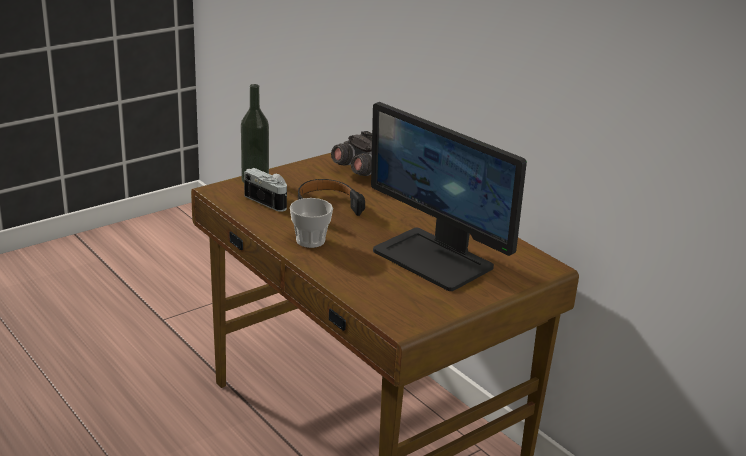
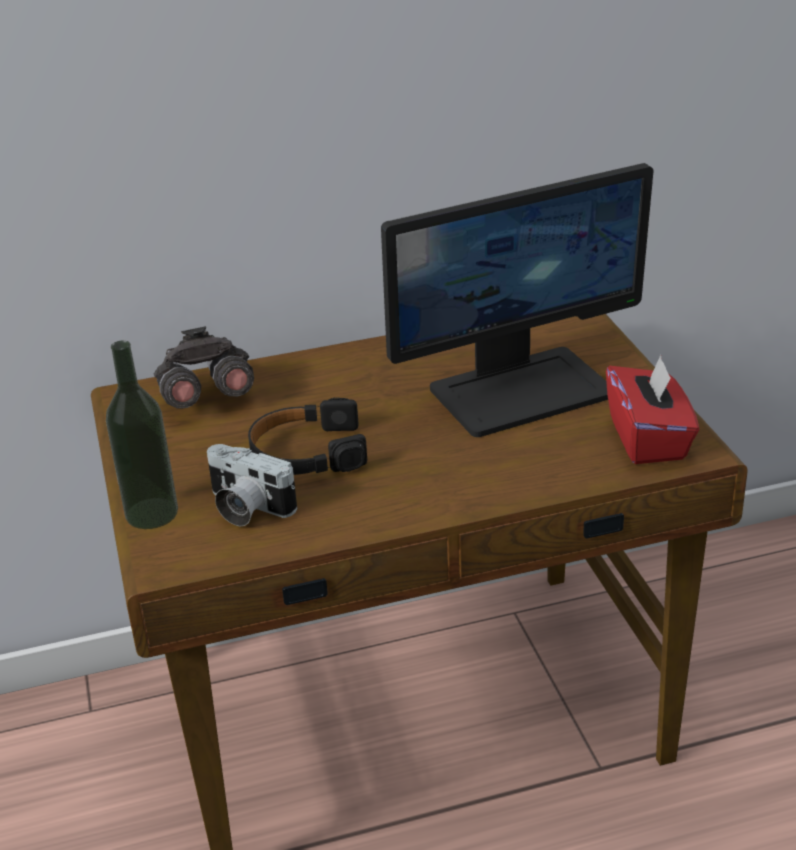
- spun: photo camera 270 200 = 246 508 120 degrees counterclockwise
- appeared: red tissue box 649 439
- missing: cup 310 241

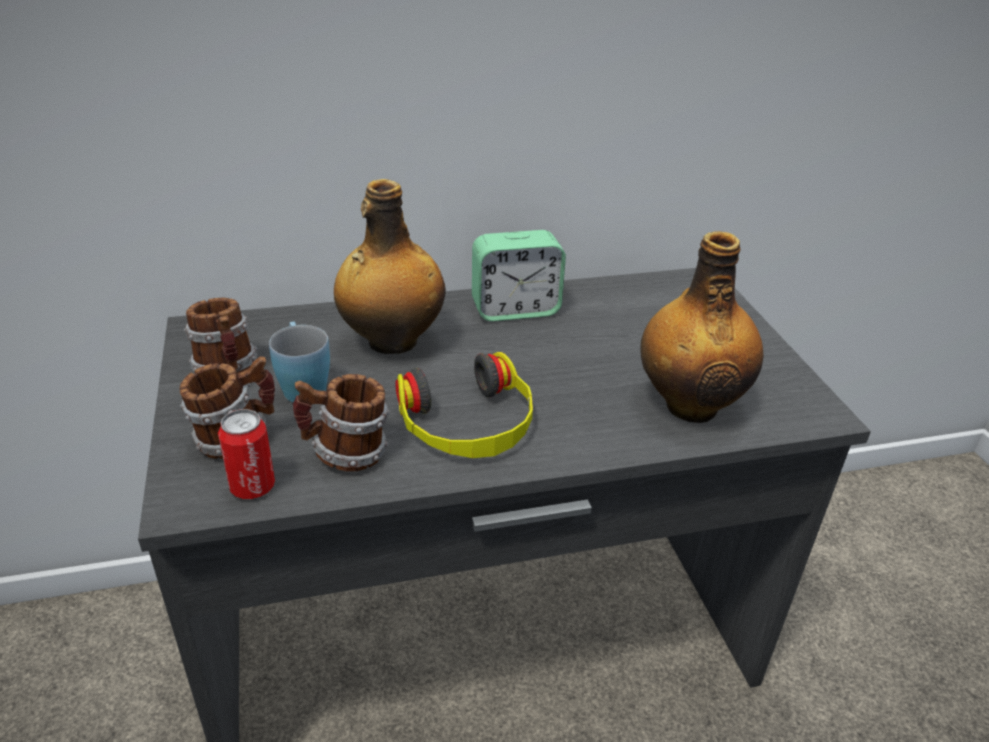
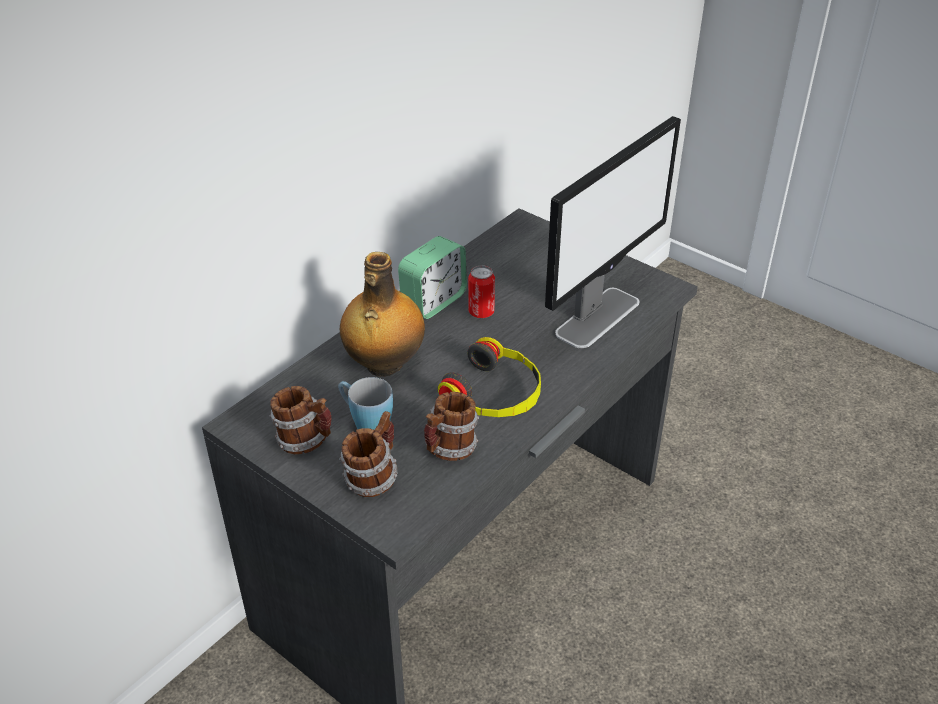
- relocated: can 252 487 to 481 312
- exchanged: bottle 690 404 to monitor 598 317

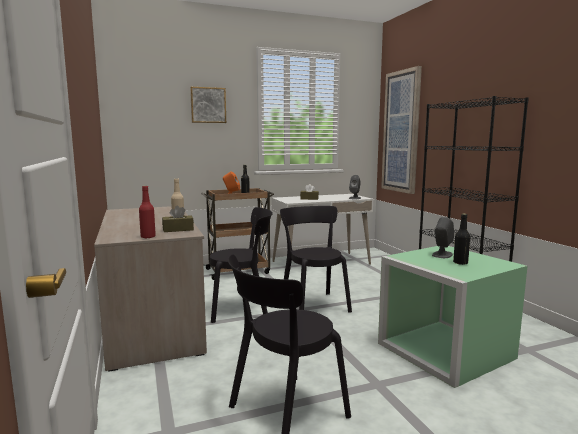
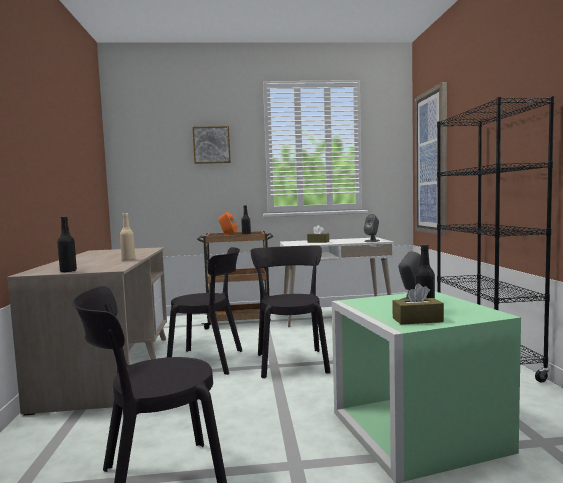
- colour: red bottle 148 237 to black bottle 68 271
- relocated: brown tissue box 178 229 to 417 320

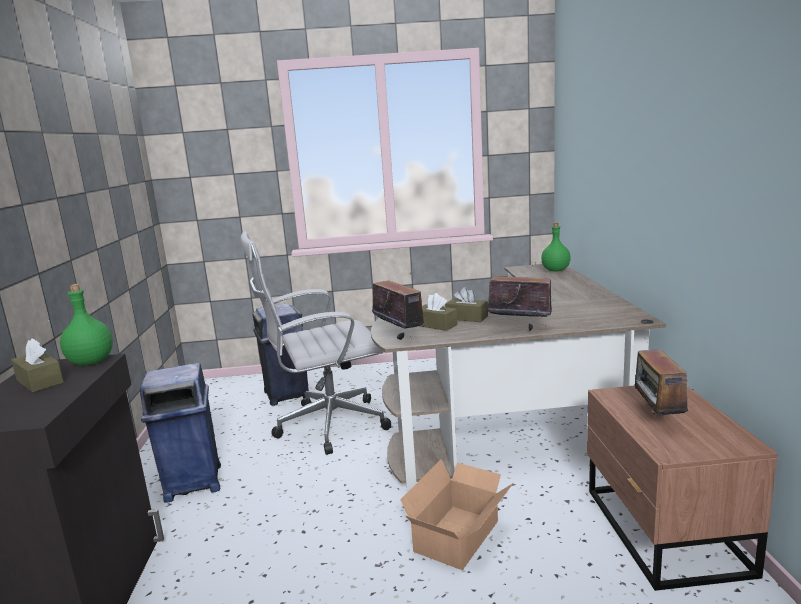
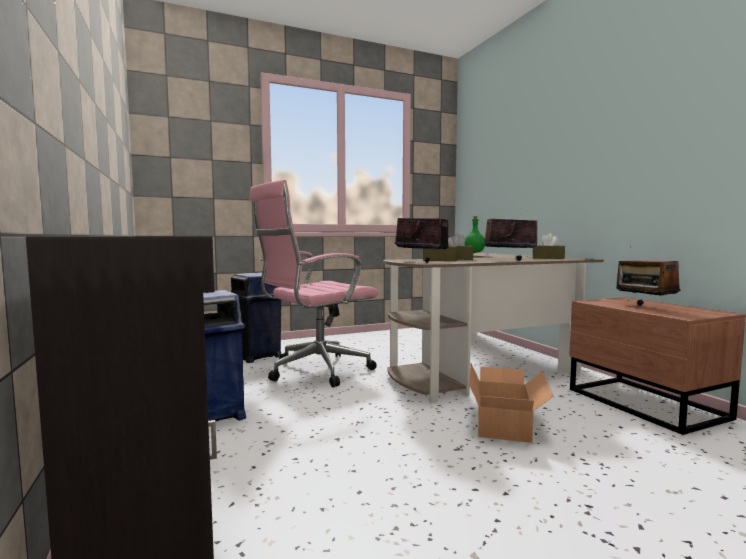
- colour: white office chair 326 426 to pink office chair 315 371
- relocated: brown tissue box 40 381 to 548 258
- missing: green bottle 92 362

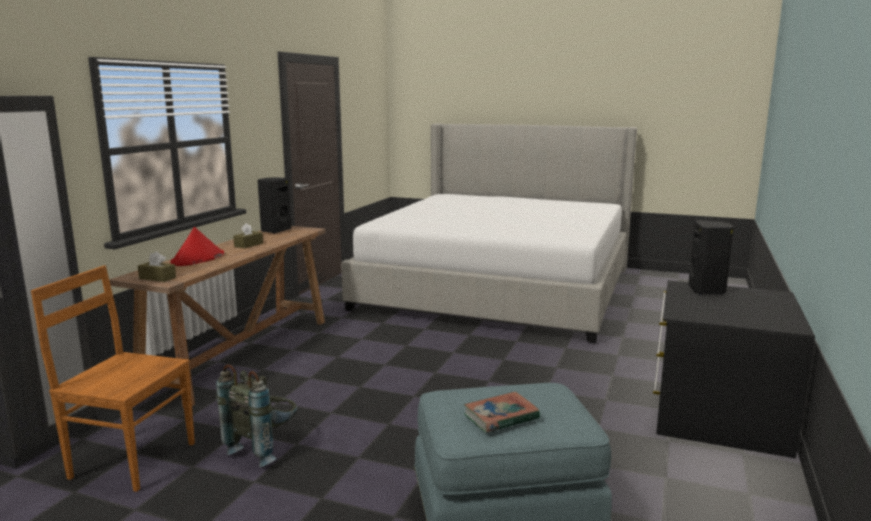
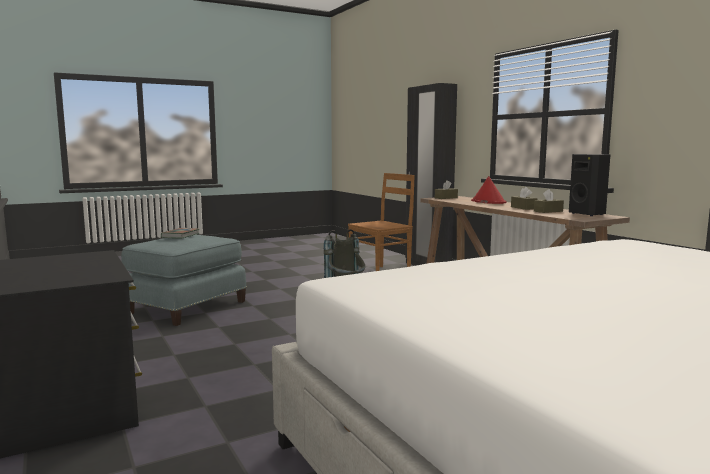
- appeared: brown tissue box 548 211
- missing: black speaker 707 290

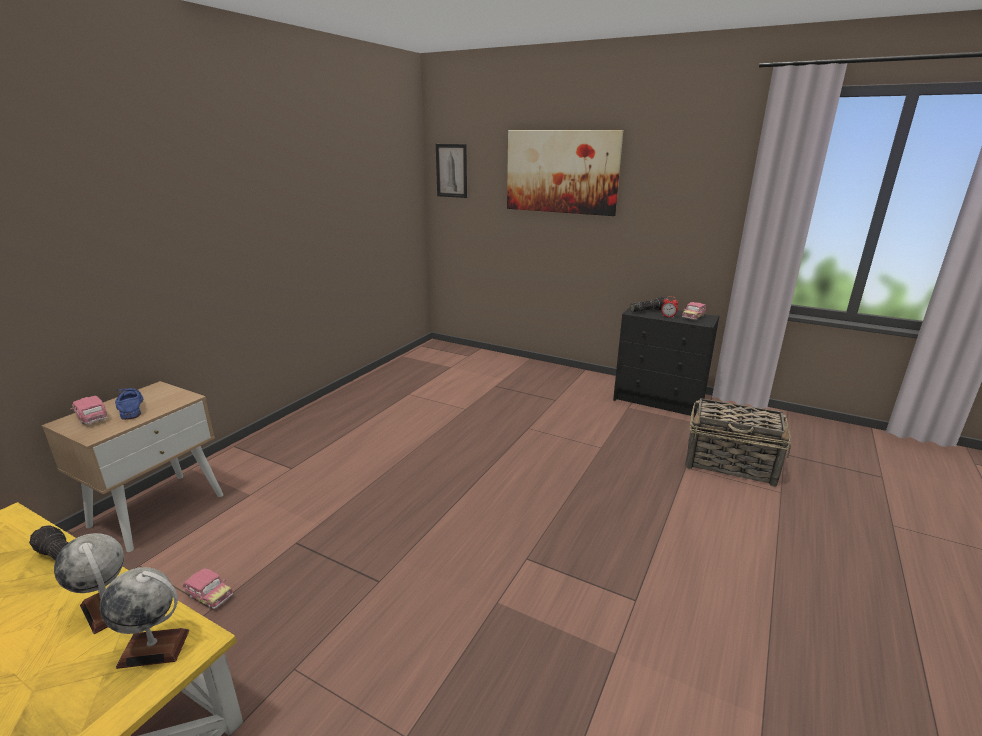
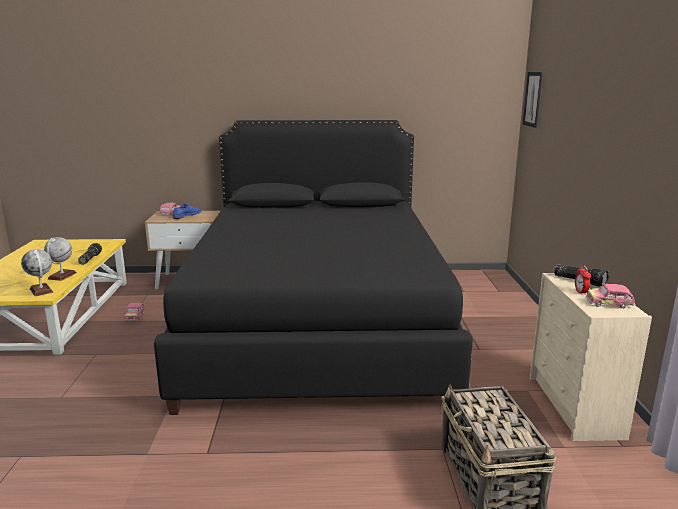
- appeared: black bed 317 325
- colour: black dresser 659 401 to beige dresser 575 407
- missing: picture 561 172

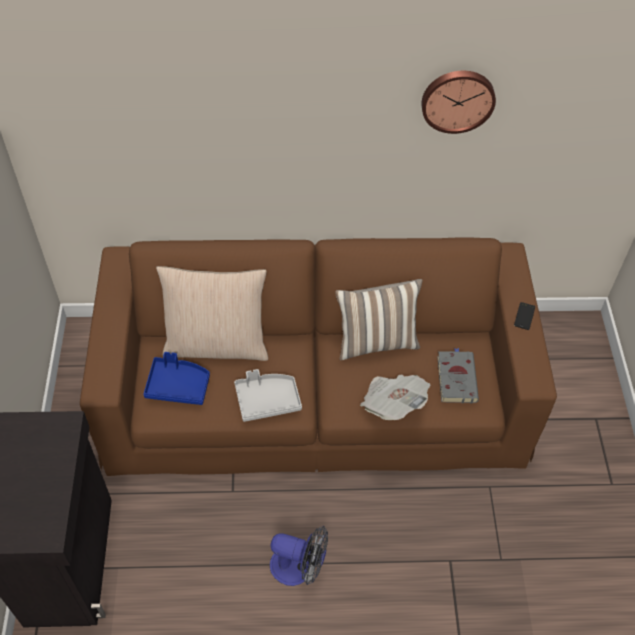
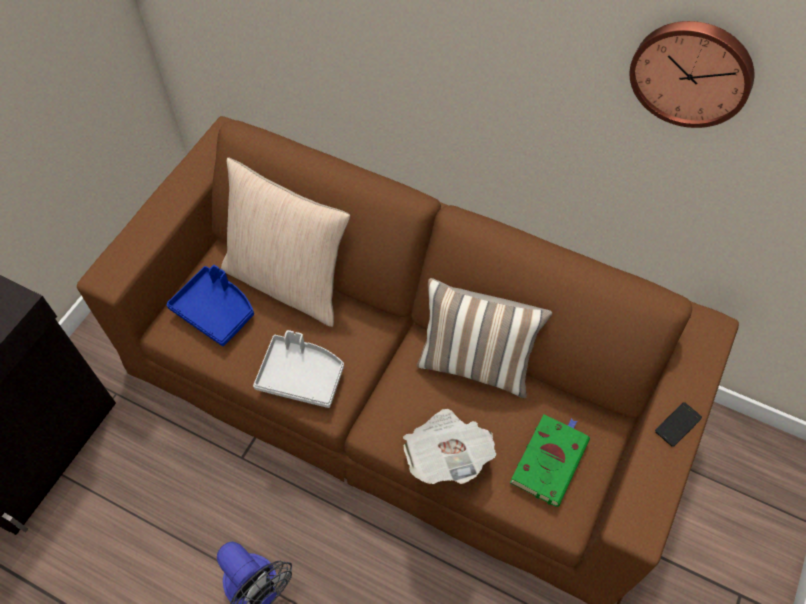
- colour: grey book 456 377 to green book 549 459

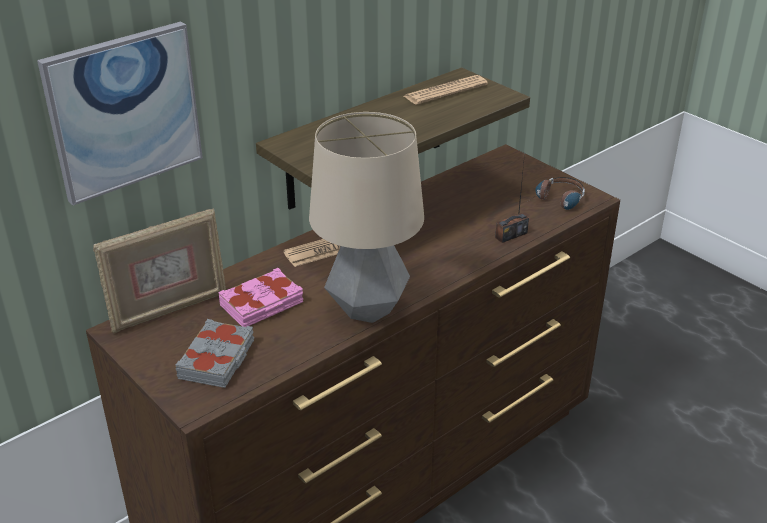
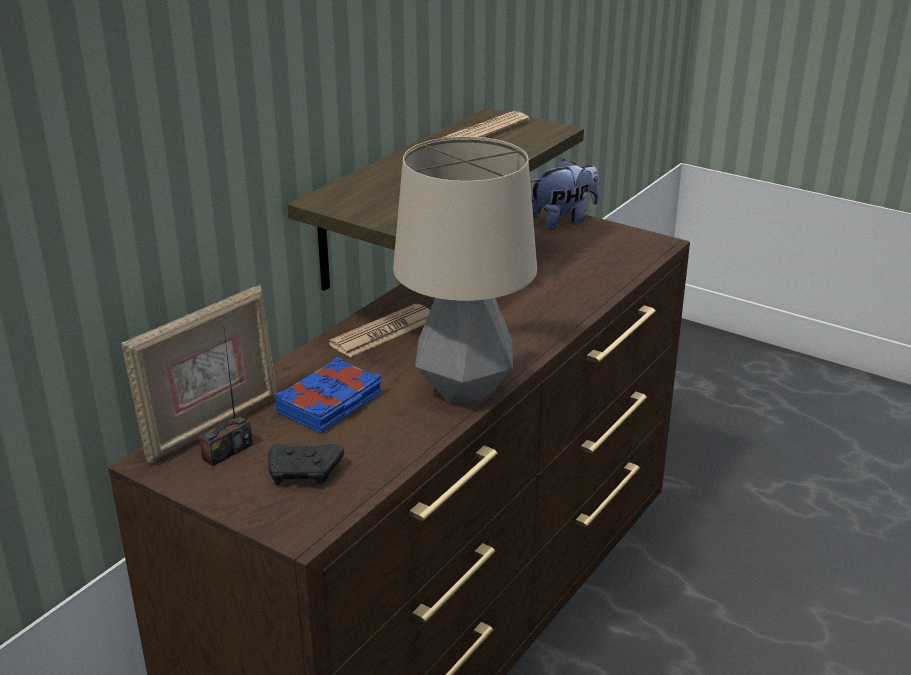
- relocated: radio 511 235 to 227 452
- exchanged: grey book 218 359 to black game controller 305 473
- colour: pink book 262 304 to blue book 331 403
- appeared: plush toy 563 220
- missing: picture 124 111
- missing: headphones 556 202

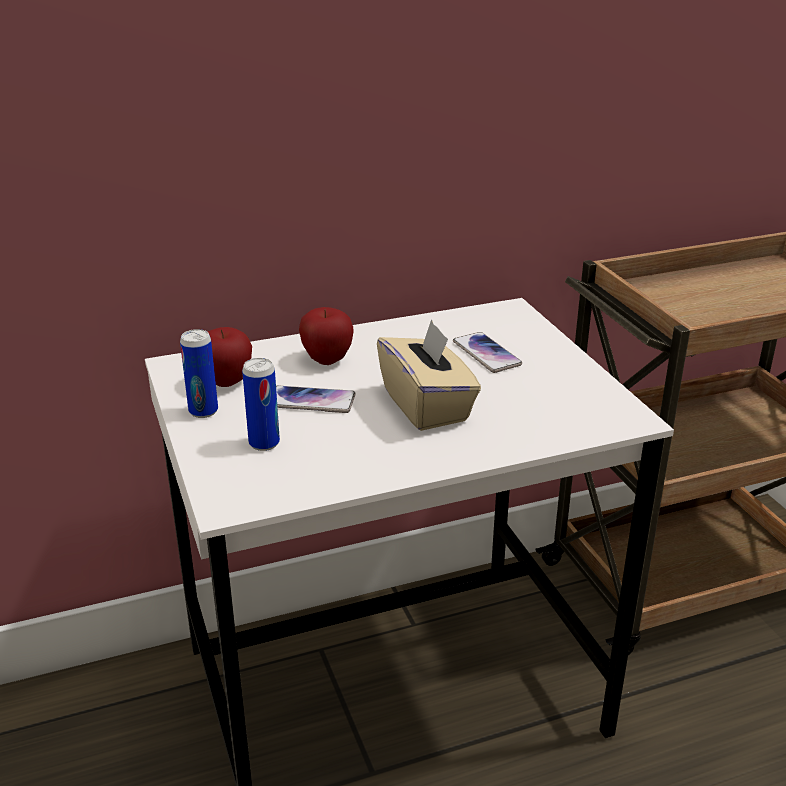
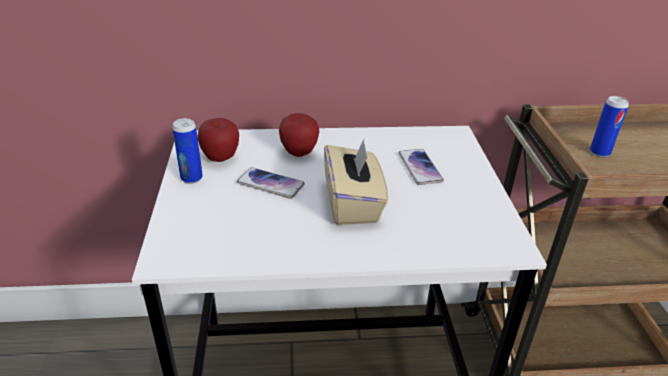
- relocated: can 264 443 to 599 152

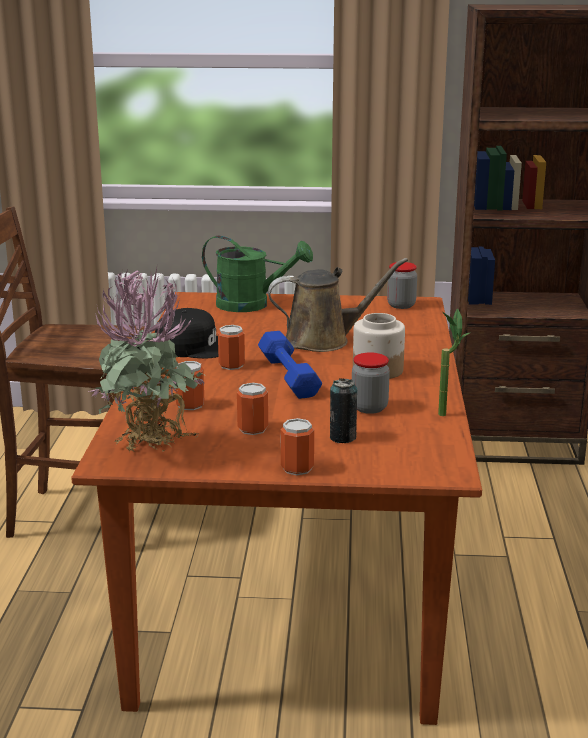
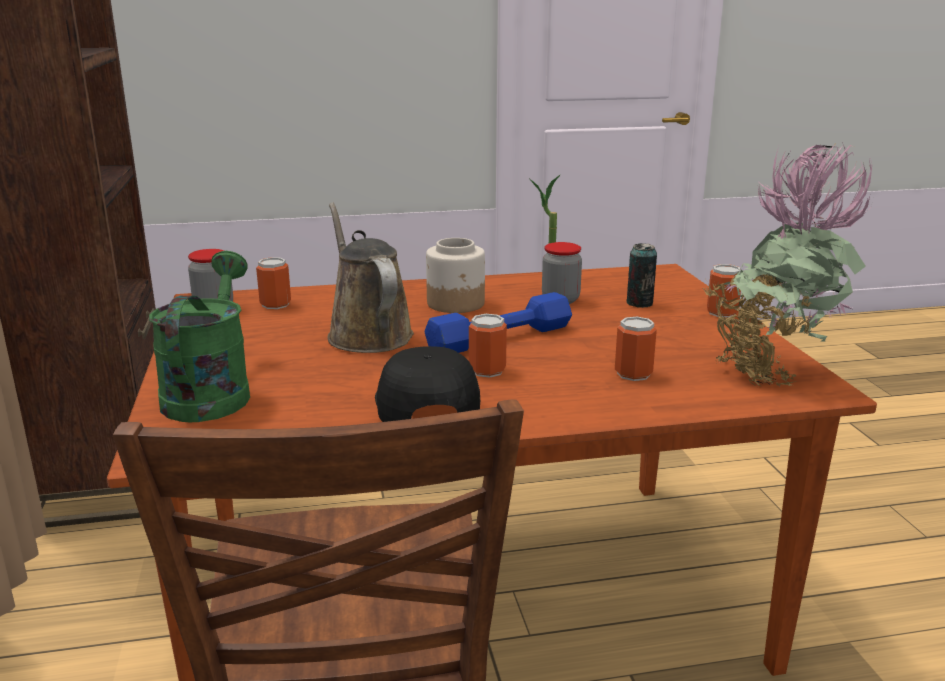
- relocated: can 252 429 to 275 304

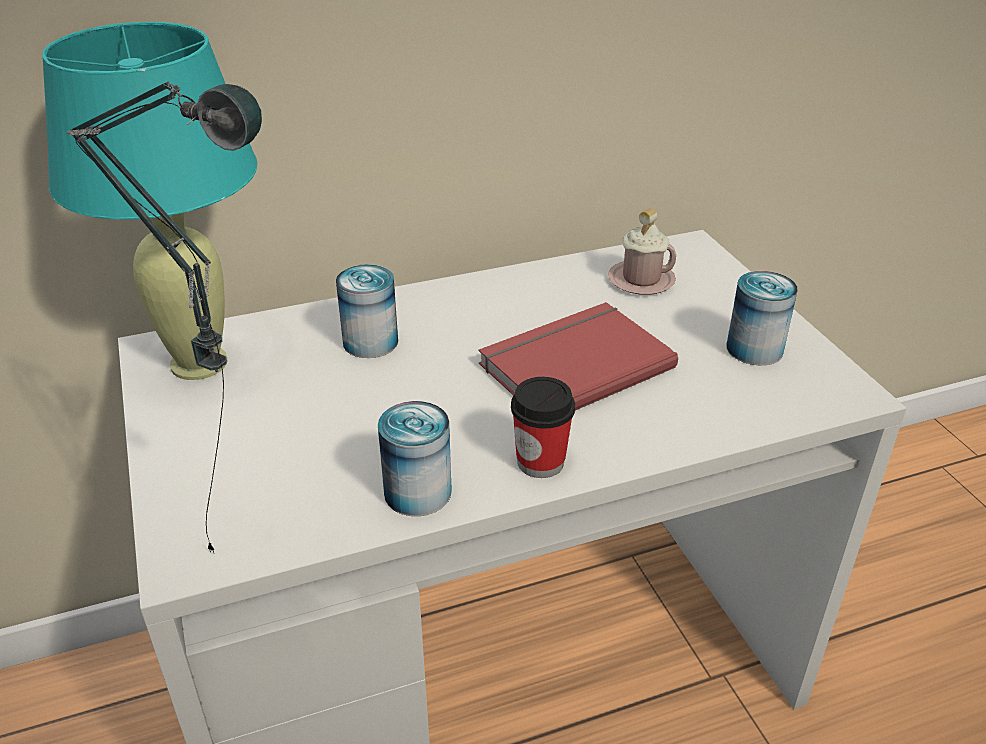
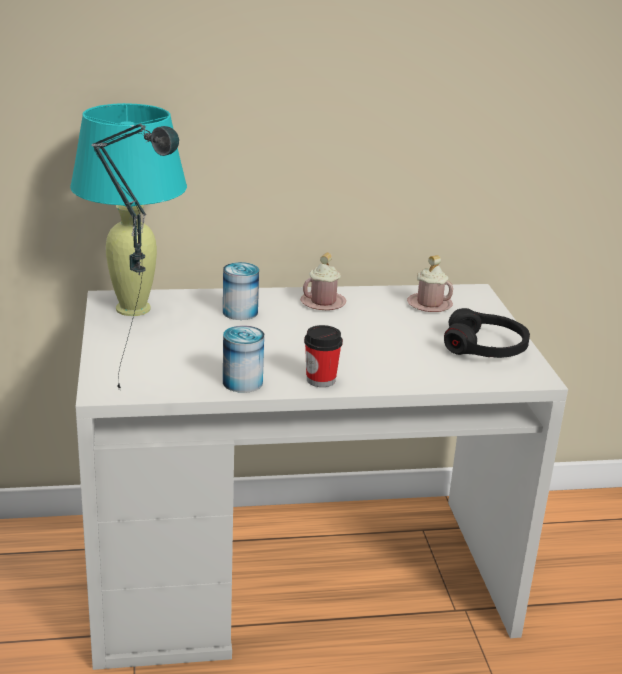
- appeared: pink mug 323 303
- exchanged: can 754 349 to black headphones 485 348
- missing: red book 572 364

